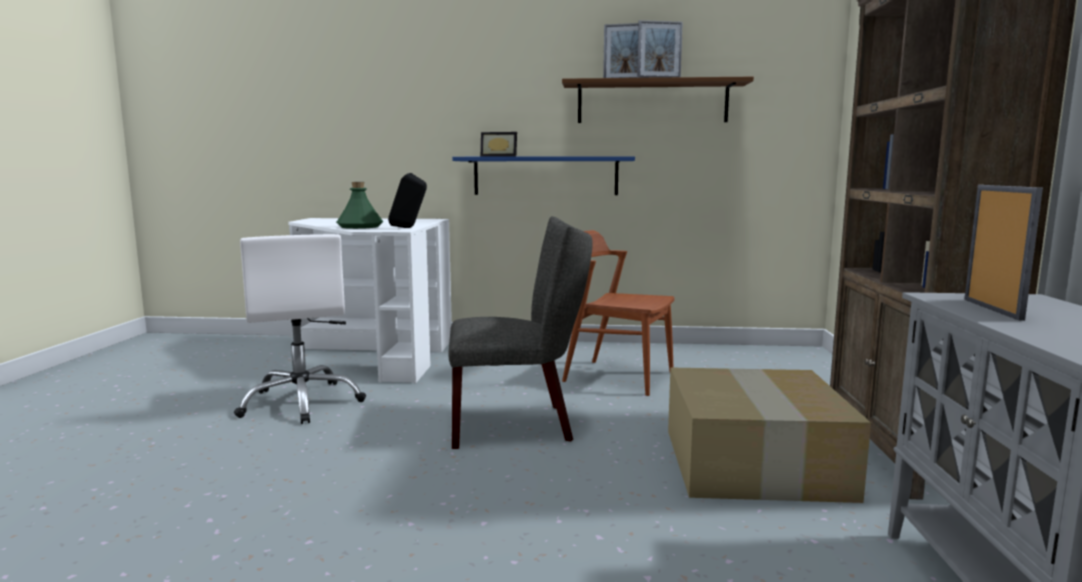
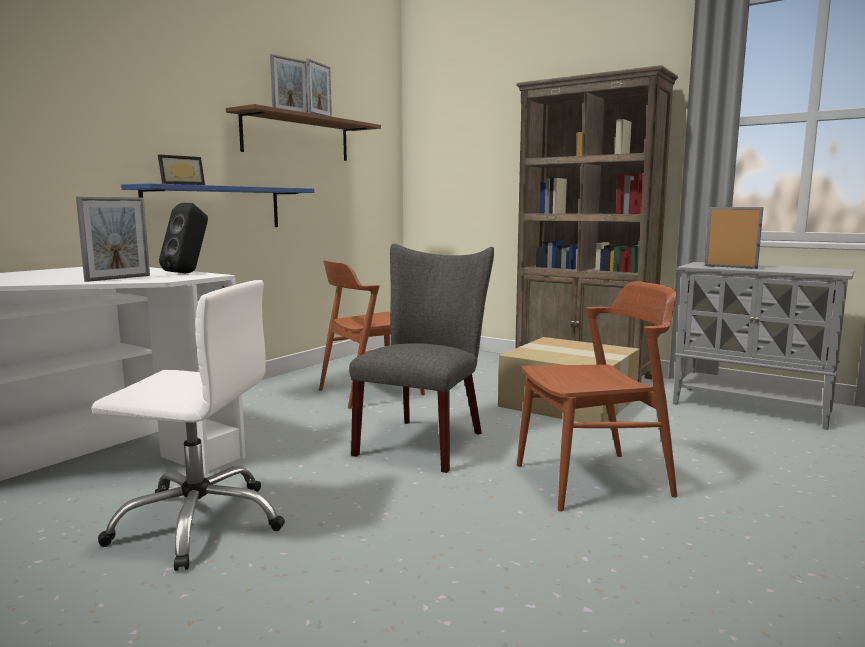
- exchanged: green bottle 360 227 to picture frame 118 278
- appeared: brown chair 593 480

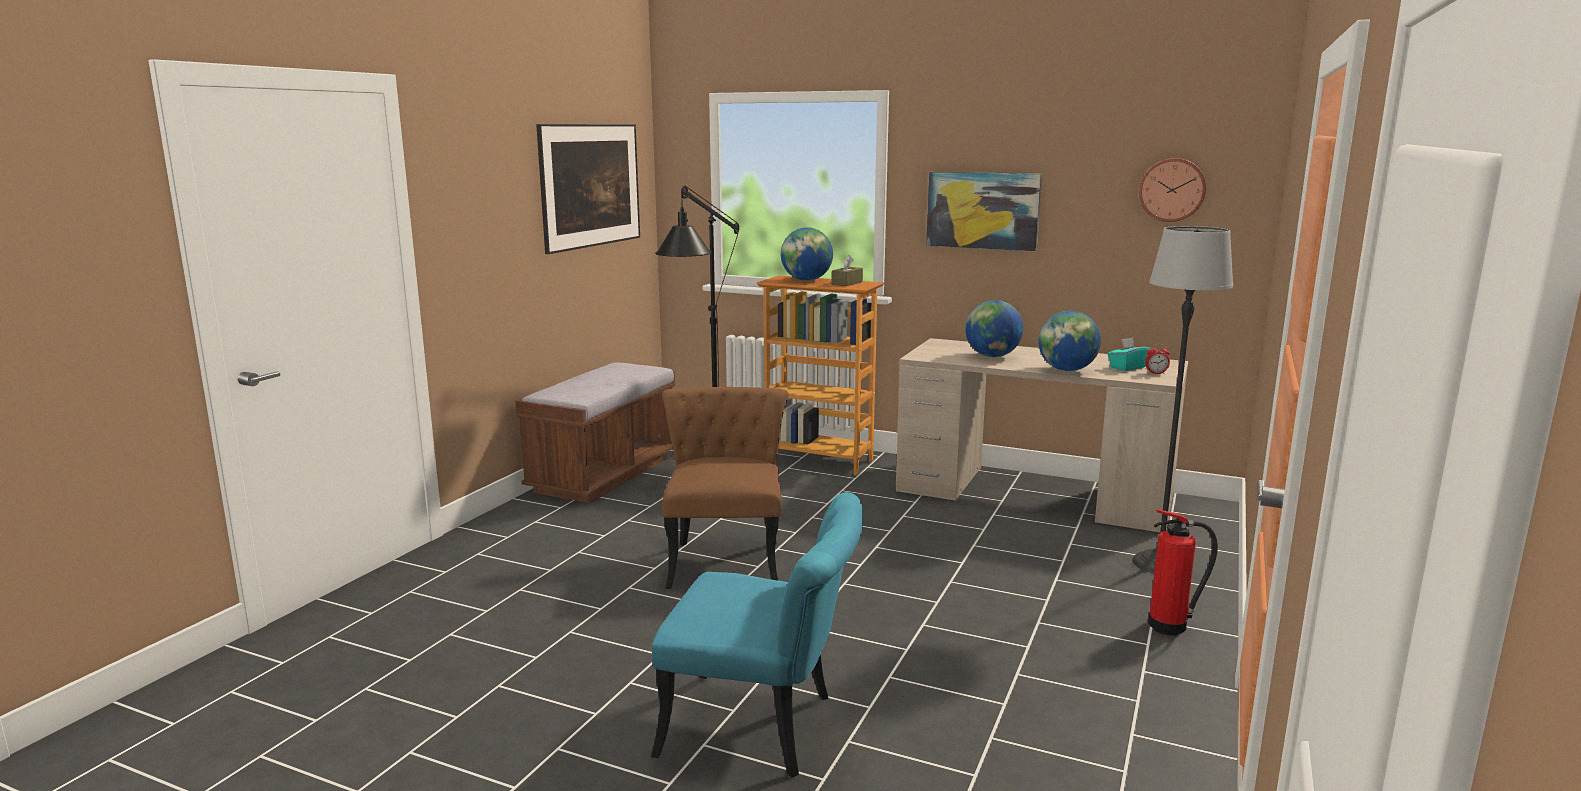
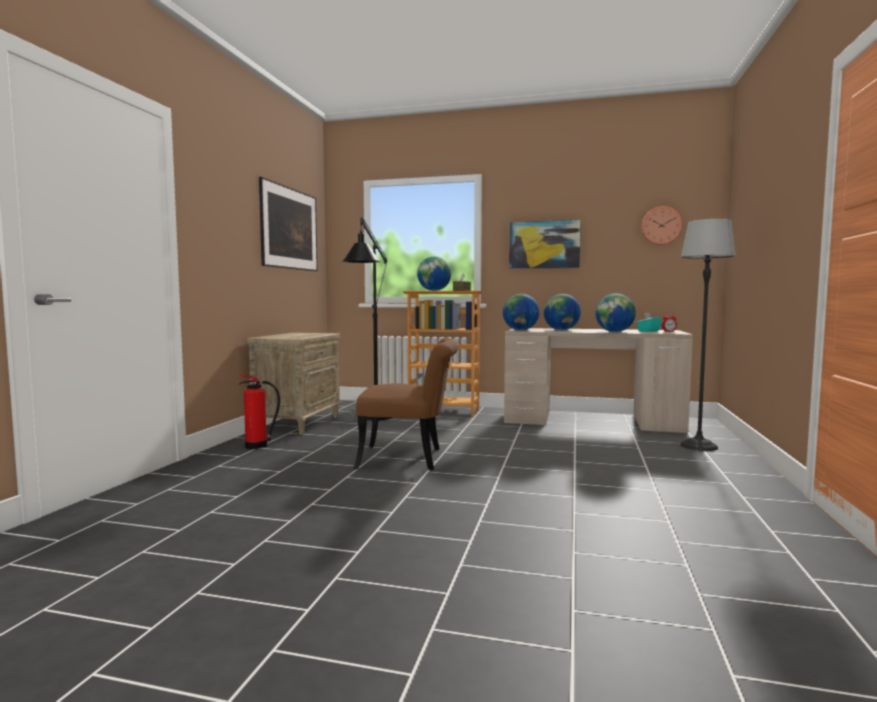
- relocated: fire extinguisher 1171 626 to 258 446
- exchanged: brown bench 604 474 to beige nightstand 299 423
- spun: brown chair 726 558 = 410 458 105 degrees clockwise
- appeared: globe 520 330
- missing: turquoise chair 765 727

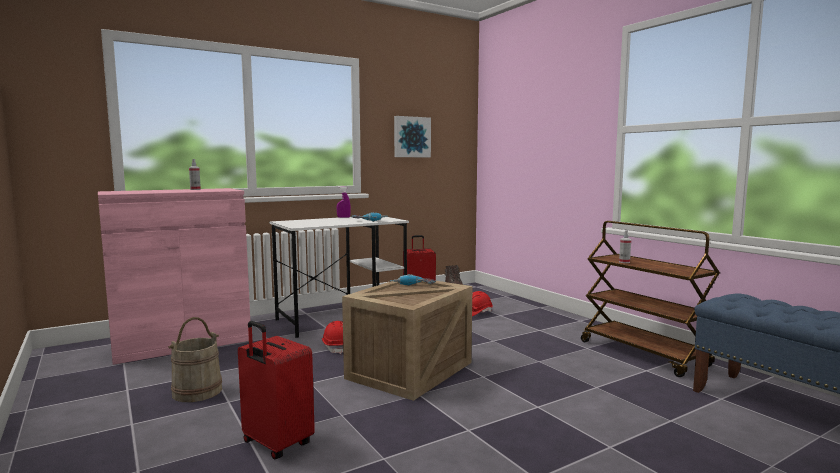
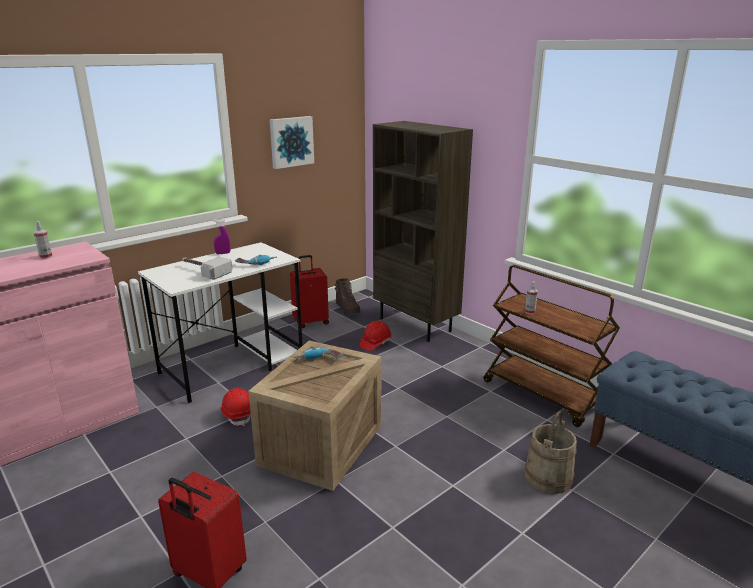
- appeared: hammer 203 271
- appeared: brown bookcase 416 325
- relocated: beige bucket 197 391 to 548 477

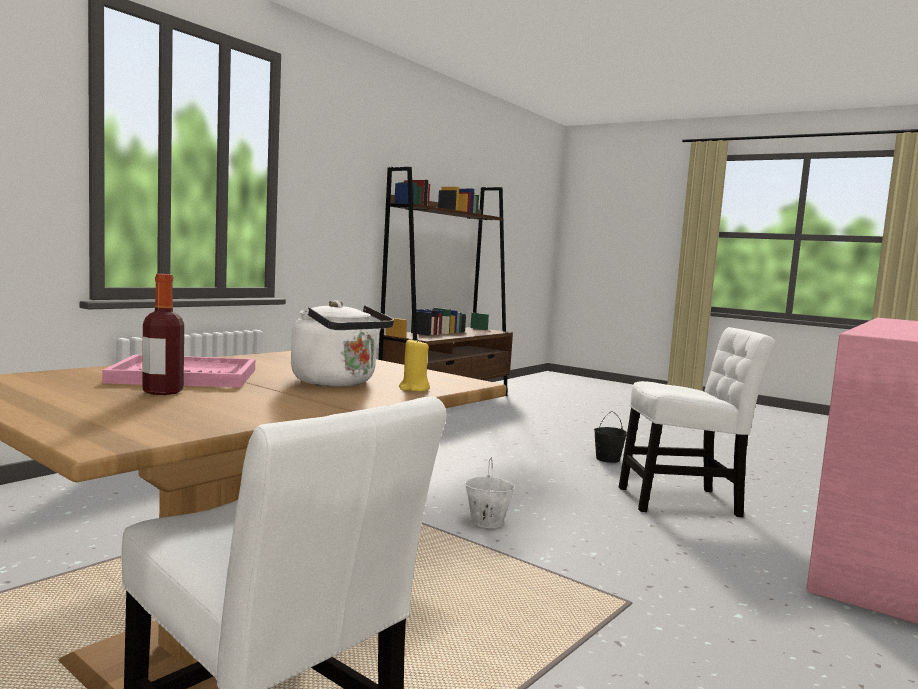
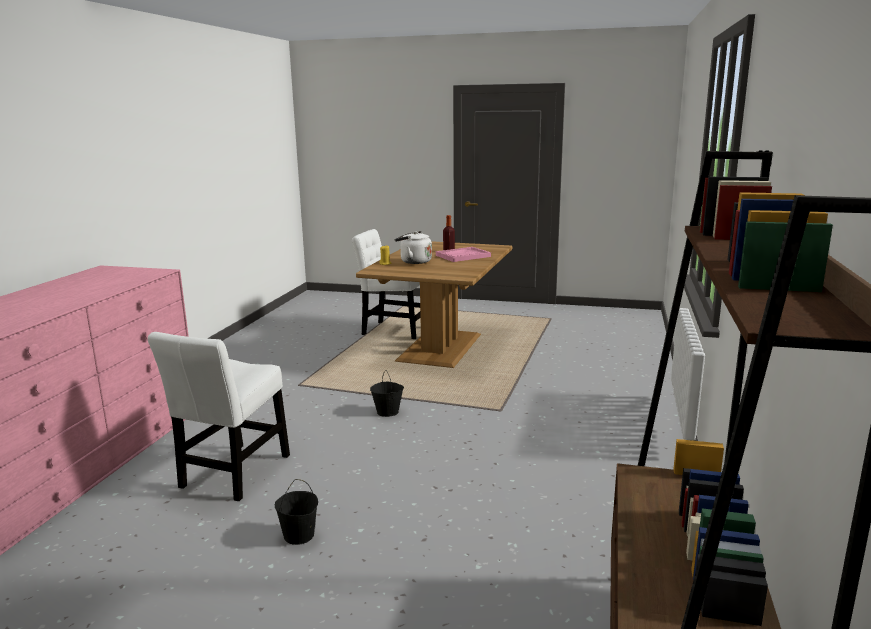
- spun: white chair 684 501 = 233 474 45 degrees counterclockwise
- colour: white bucket 486 522 to black bucket 388 412

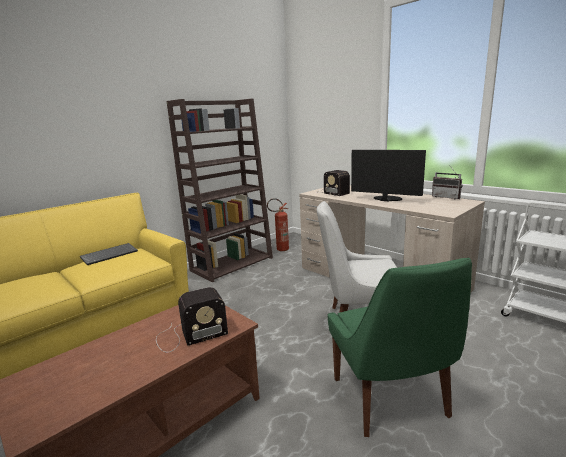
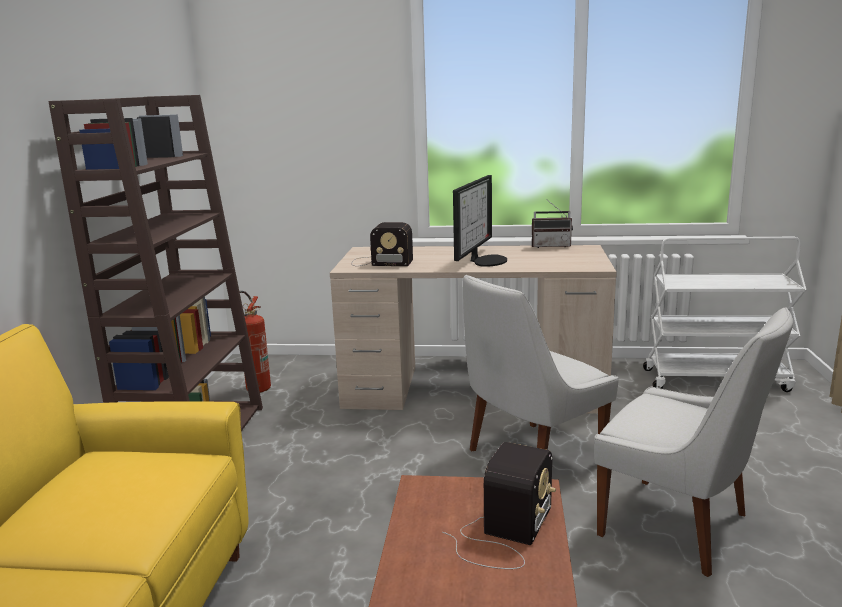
- spun: monitor 386 199 = 485 260 120 degrees clockwise
- colour: green chair 391 400 to white chair 679 527
- missing: keyboard 110 254

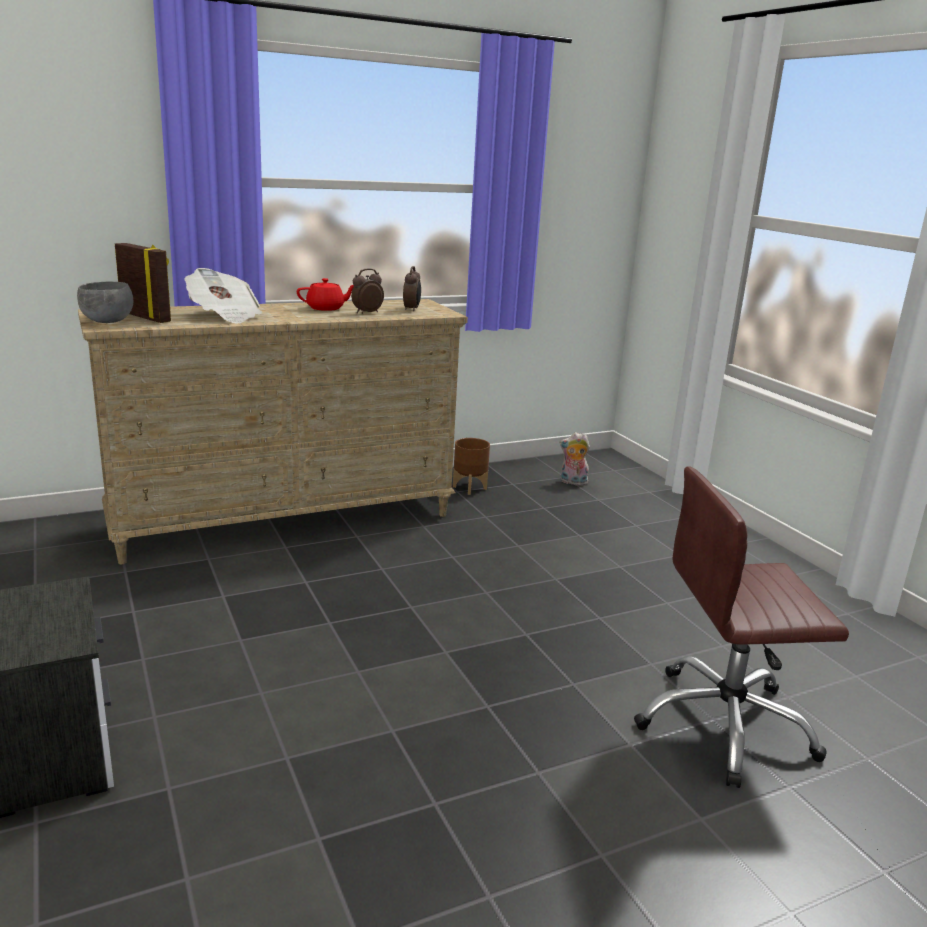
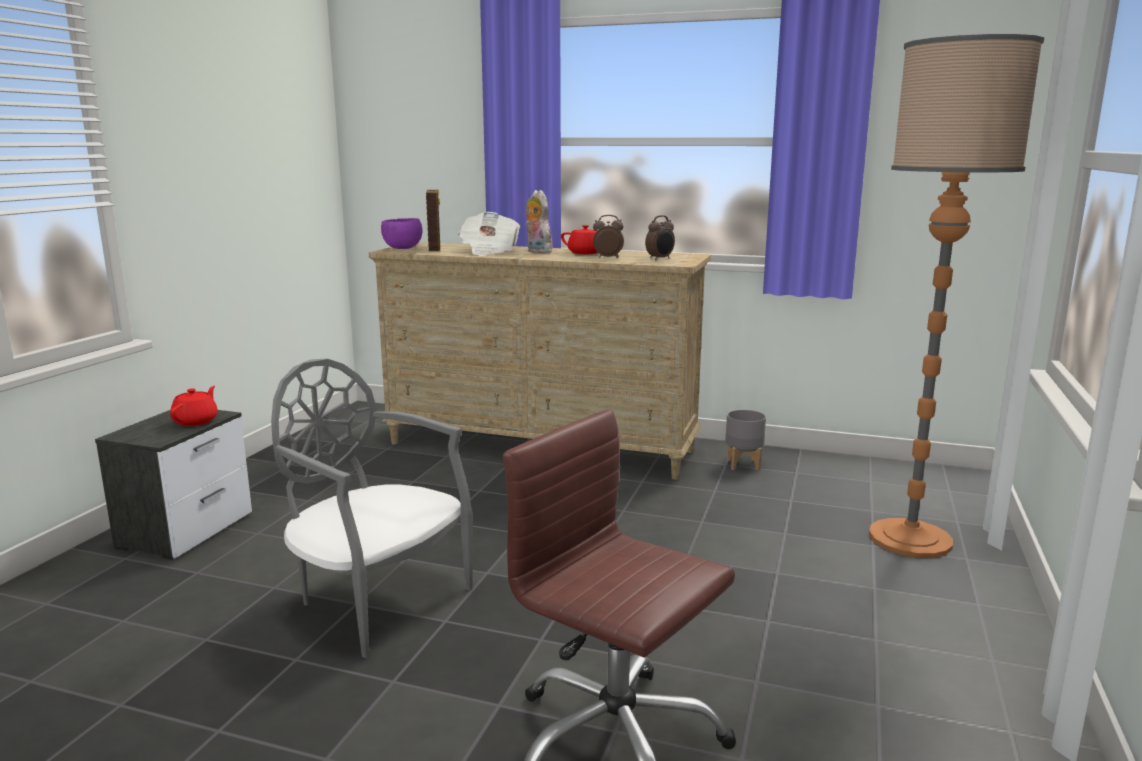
- appeared: red teapot 196 421
- appeared: grey chair 377 601
- colour: grey bowl 108 322 to purple bowl 402 248
- relocated: plush toy 572 482 to 537 251
- colour: brown planter 469 488 to grey planter 742 464
- appeared: floor lamp 910 539

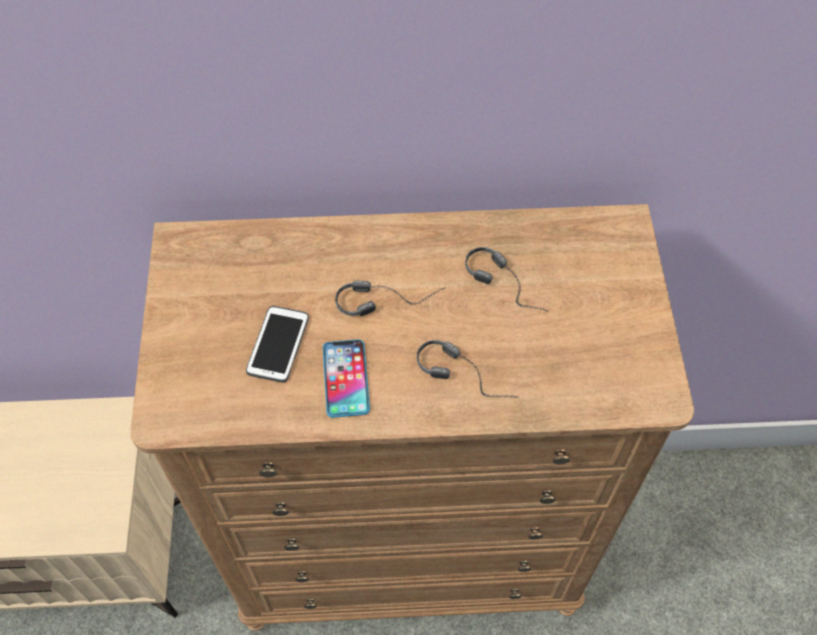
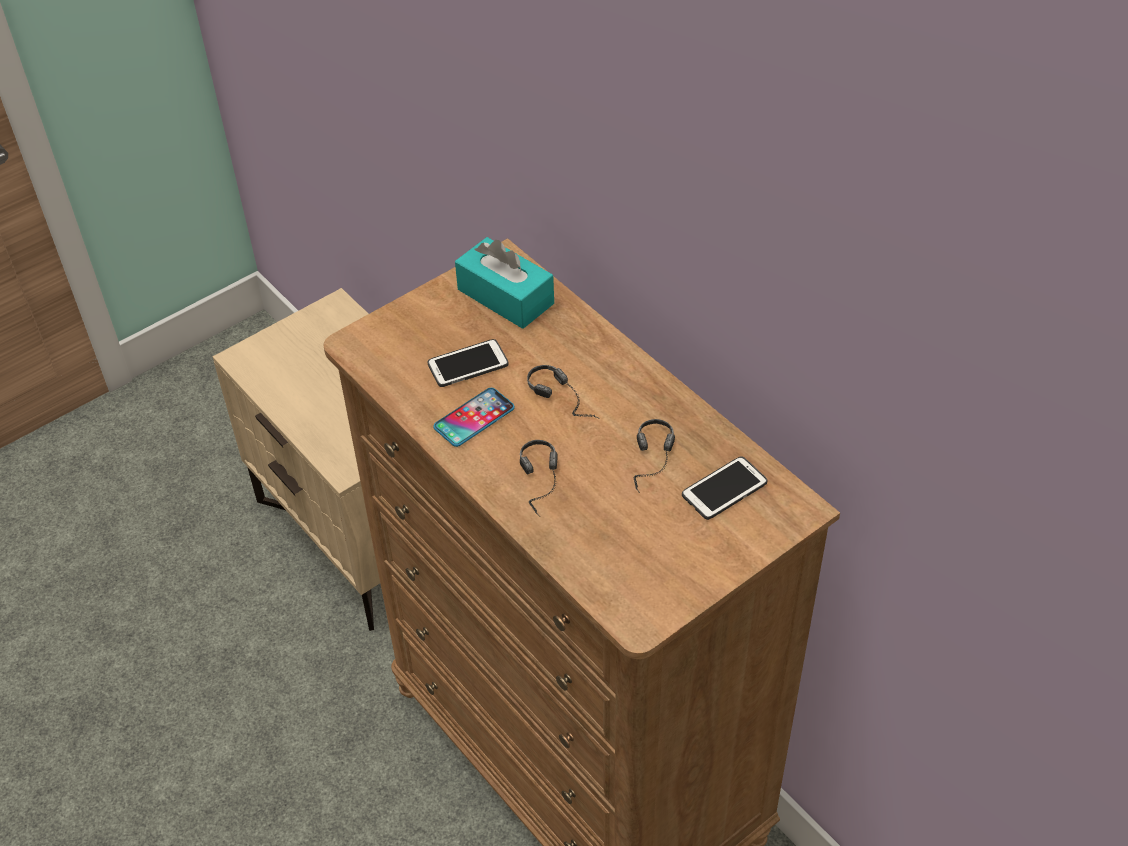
- appeared: turquoise tissue box 505 296
- appeared: phone 724 489

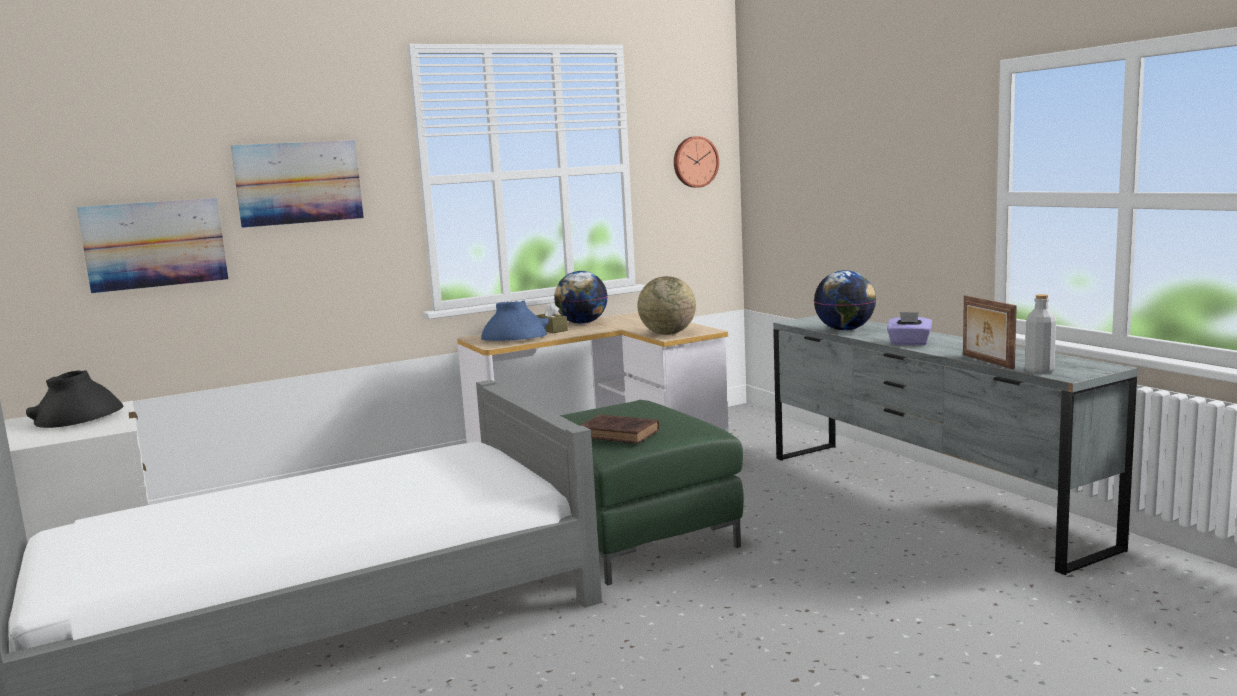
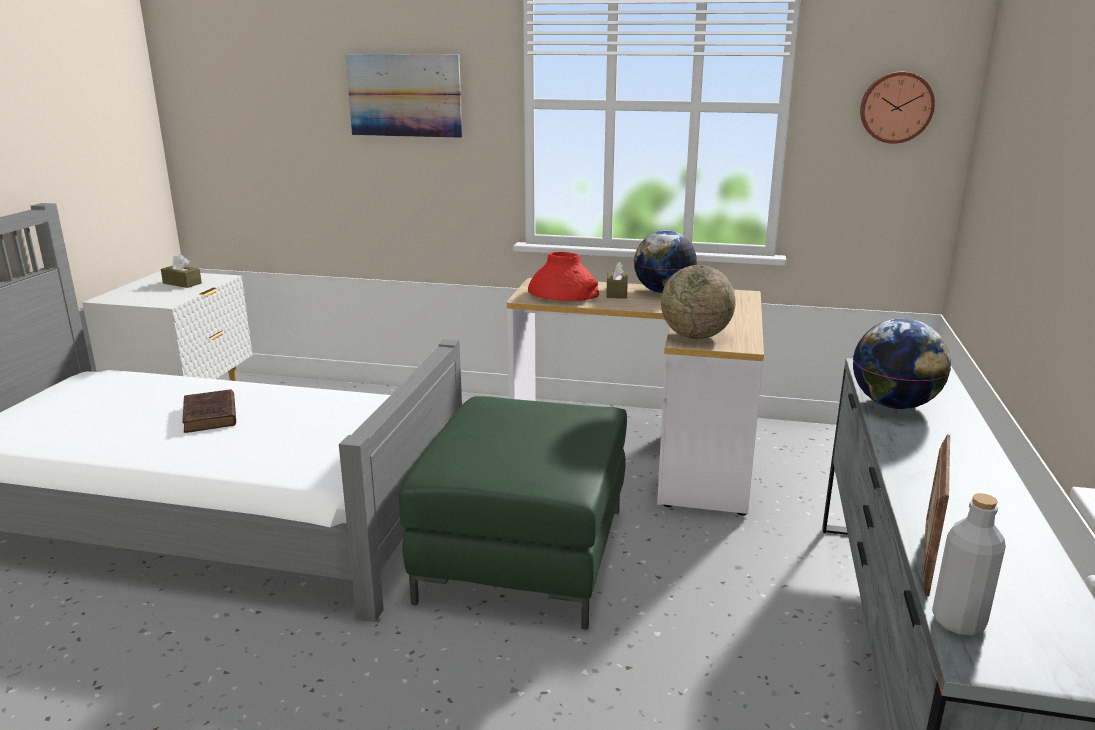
- exchanged: black vase 78 418 to brown tissue box 182 283
- relocated: brown book 621 434 to 210 416
- colour: blue vase 514 338 to red vase 563 294
- missing: picture 155 244
- missing: purple tissue box 909 343

